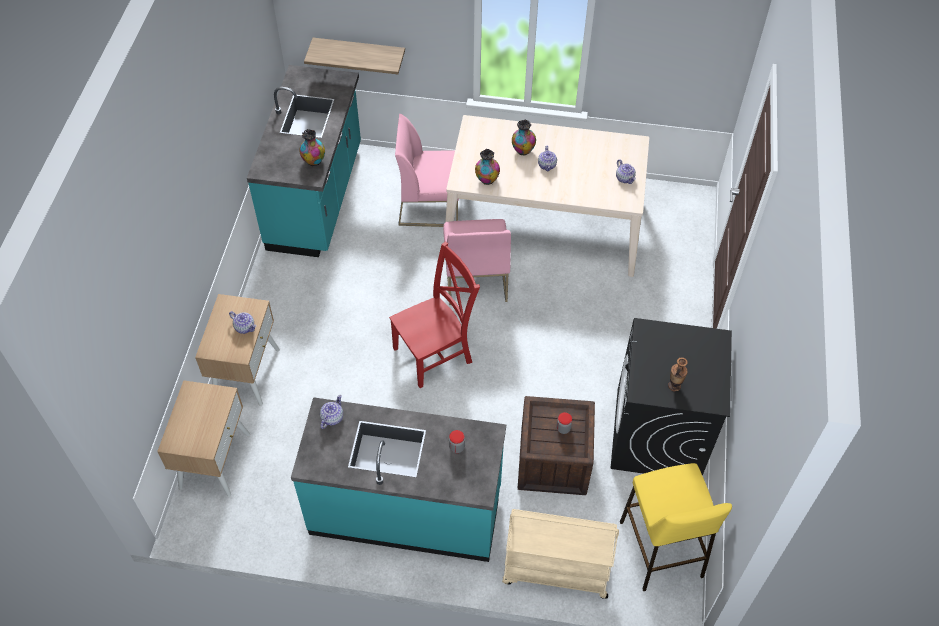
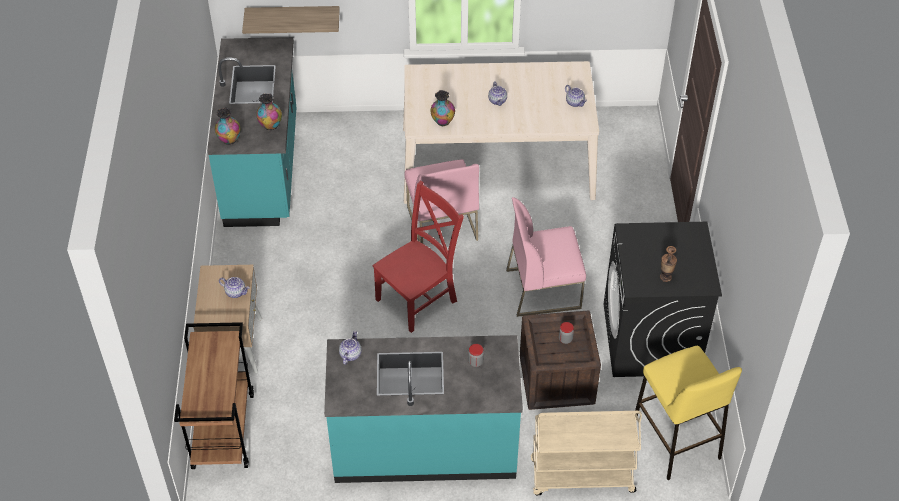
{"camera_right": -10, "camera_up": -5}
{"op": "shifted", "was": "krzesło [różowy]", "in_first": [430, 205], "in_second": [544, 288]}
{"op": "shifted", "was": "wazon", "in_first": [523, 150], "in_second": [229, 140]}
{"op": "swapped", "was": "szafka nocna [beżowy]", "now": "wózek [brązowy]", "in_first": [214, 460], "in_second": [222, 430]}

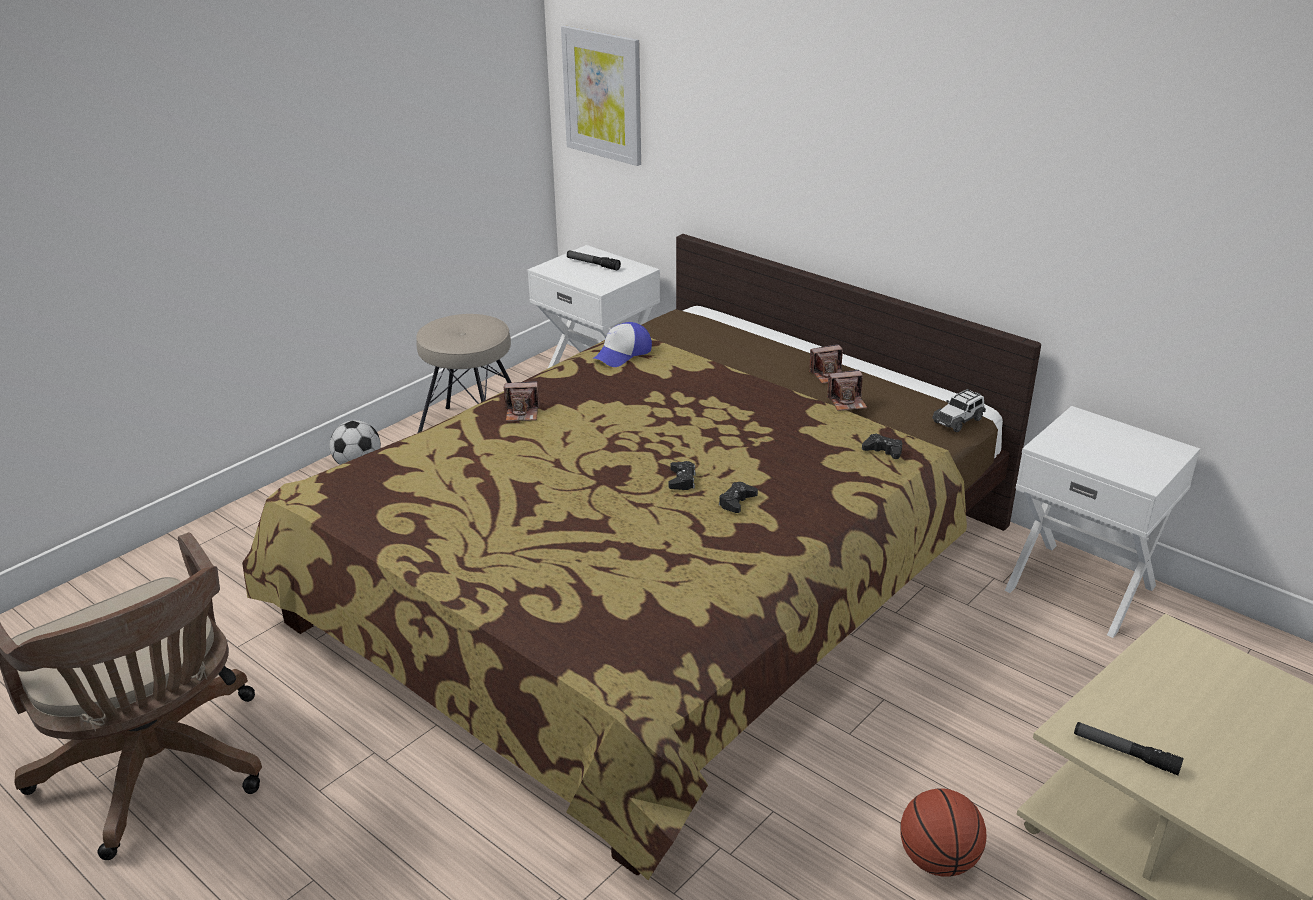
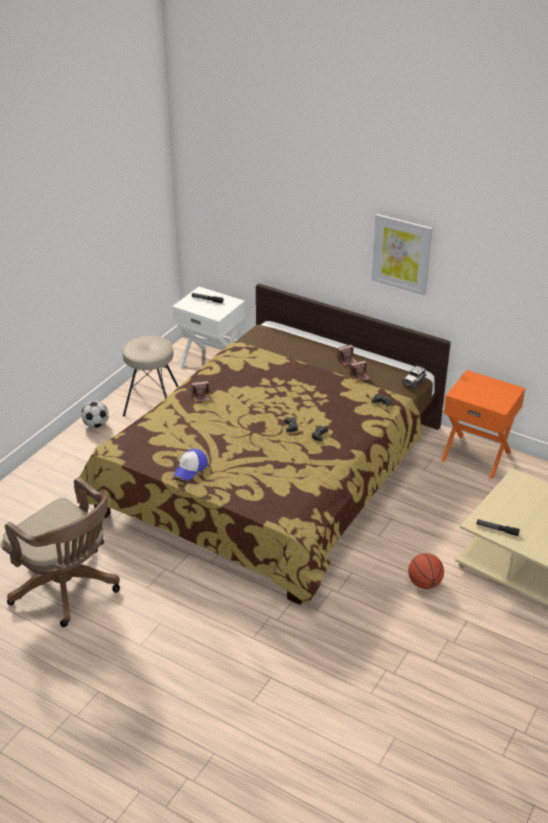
{"camera_right": -10, "camera_up": 5}
{"op": "shifted", "was": "obraz", "in_first": [603, 95], "in_second": [401, 254]}
{"op": "shifted", "was": "czapka z daszkiem", "in_first": [622, 354], "in_second": [191, 468]}
{"op": "repainted", "was": "szafka nocna [biały]", "now": "szafka nocna [pomarańczowy]", "in_first": [1081, 587], "in_second": [476, 455]}

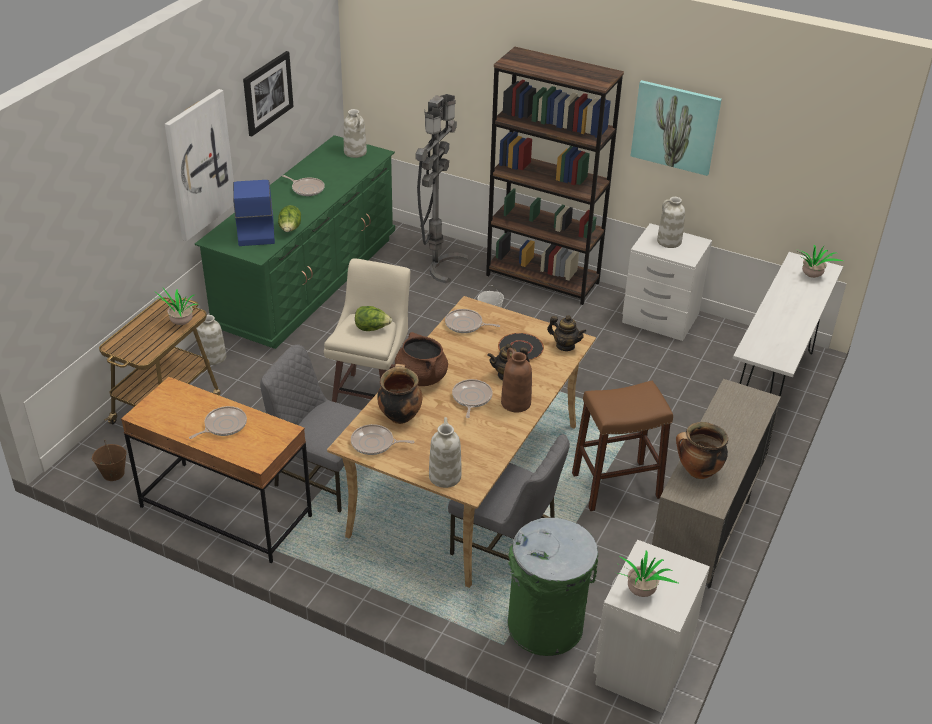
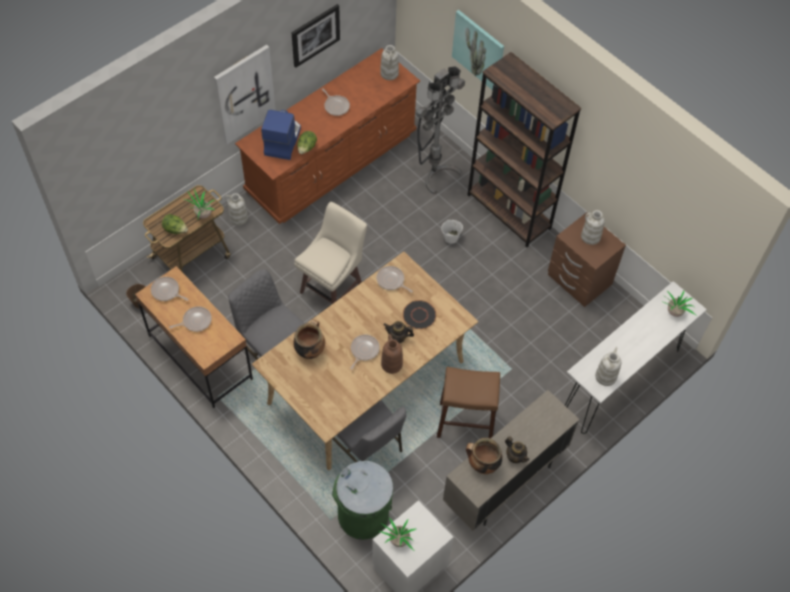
{"camera_right": 20, "camera_up": 20}
{"op": "gone", "was": "garnek [brązowy]", "in_first": [421, 377]}
{"op": "shifted", "was": "patelnia", "in_first": [374, 443], "in_second": [166, 291]}
{"op": "shifted", "was": "sałata", "in_first": [372, 328], "in_second": [175, 230]}
{"op": "shifted", "was": "wazon [biały]", "in_first": [444, 476], "in_second": [605, 376]}
{"op": "shifted", "was": "imbryk", "in_first": [565, 346], "in_second": [515, 456]}
{"op": "shifted", "was": "obraz", "in_first": [675, 127], "in_second": [478, 50]}
{"op": "repainted", "was": "komoda [zielony]", "now": "komoda [brązowy]", "in_first": [308, 282], "in_second": [331, 162]}
{"op": "repainted", "was": "szafka nocna [biały]", "now": "szafka nocna [brązowy]", "in_first": [660, 319], "in_second": [578, 280]}

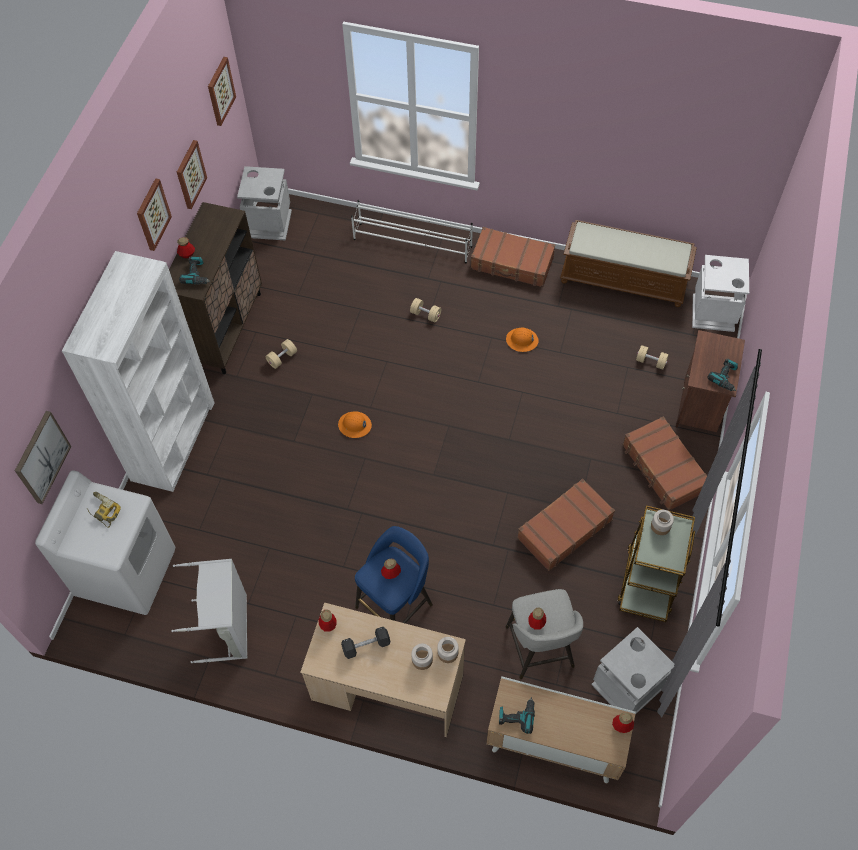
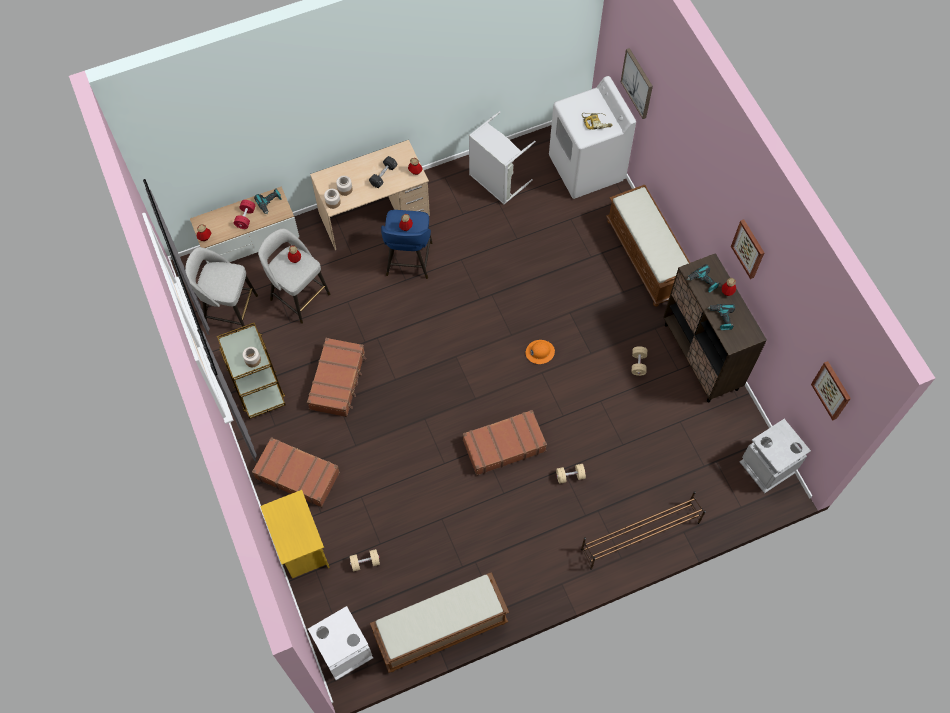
{"camera_right": 140, "camera_up": 5}
{"op": "gone", "was": "obraz", "in_first": [190, 174]}
{"op": "gone", "was": "kask [pomarańczowy]", "in_first": [522, 340]}
{"op": "new", "now": "hantel [czerwony]", "in_second": [245, 218]}
{"op": "shifted", "was": "walizka [brązowy]", "in_first": [512, 264], "in_second": [503, 445]}
{"op": "shifted", "was": "wiertarka", "in_first": [725, 378], "in_second": [721, 318]}
{"op": "swapped", "was": "regał [biały]", "now": "ławka [brązowy]", "in_first": [173, 440], "in_second": [647, 257]}
{"op": "swapped", "was": "kosz na śmieci [szary]", "now": "stołek [szary]", "in_first": [626, 687], "in_second": [229, 309]}
{"op": "repainted", "was": "regał na buty [biały]", "now": "regał na buty [brązowy]", "in_first": [413, 243], "in_second": [639, 535]}
{"op": "repainted", "was": "szafka nocna [brązowy]", "now": "szafka nocna [żółty]", "in_first": [700, 406], "in_second": [301, 548]}

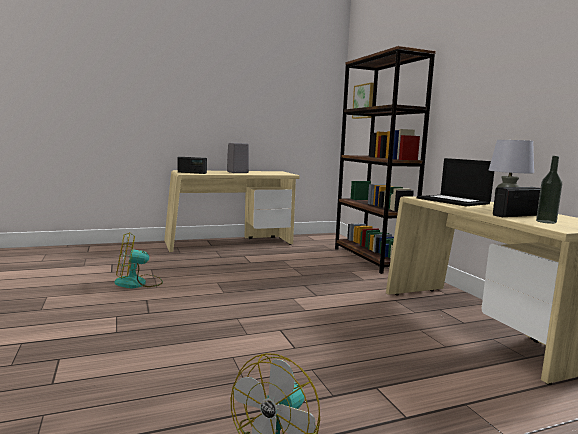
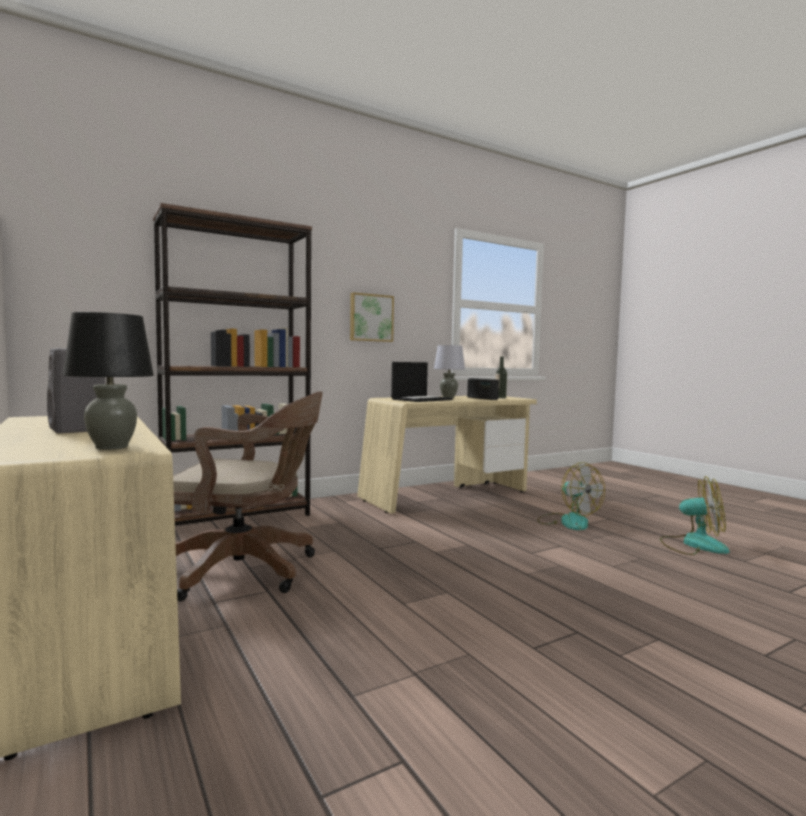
{"camera_right": -100, "camera_up": -5}
{"op": "new", "now": "krzesło biurowe [brązowy]", "in_second": [248, 570]}
{"op": "shifted", "was": "wentylator", "in_first": [138, 283], "in_second": [568, 521]}
{"op": "shifted", "was": "obraz", "in_first": [364, 101], "in_second": [371, 318]}
{"op": "swapped", "was": "radio", "now": "lampa stołowa [czarny]", "in_first": [192, 173], "in_second": [111, 447]}

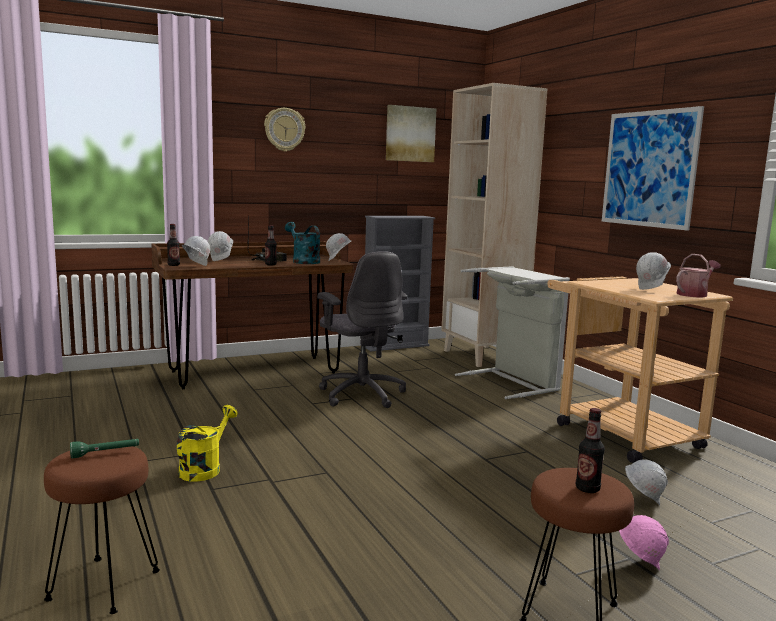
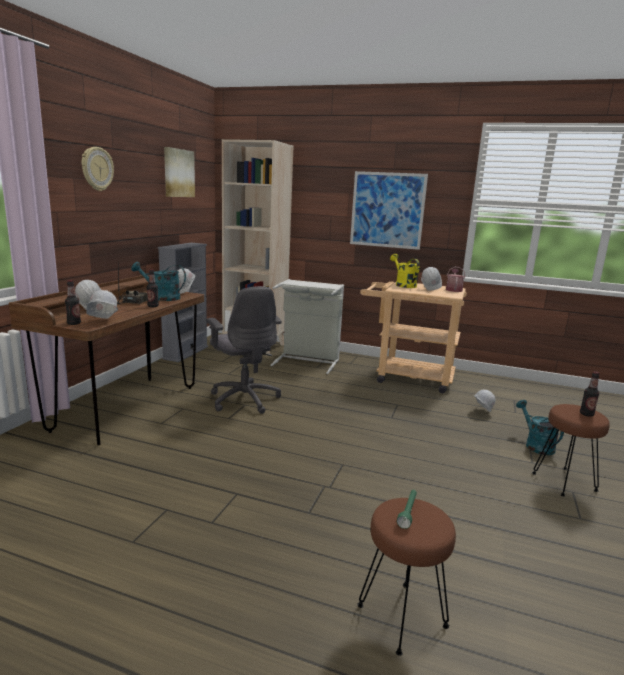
{"camera_right": -45, "camera_up": 5}
{"op": "shifted", "was": "konewka [żółty]", "in_first": [204, 468], "in_second": [403, 285]}
{"op": "swapped", "was": "kask [różowy]", "now": "konewka [turkusowy]", "in_first": [638, 564], "in_second": [535, 445]}
{"op": "rotated", "was": "krzesło biurowe [szary]", "in_first": [361, 394], "in_second": [244, 399], "clockwise": 45}

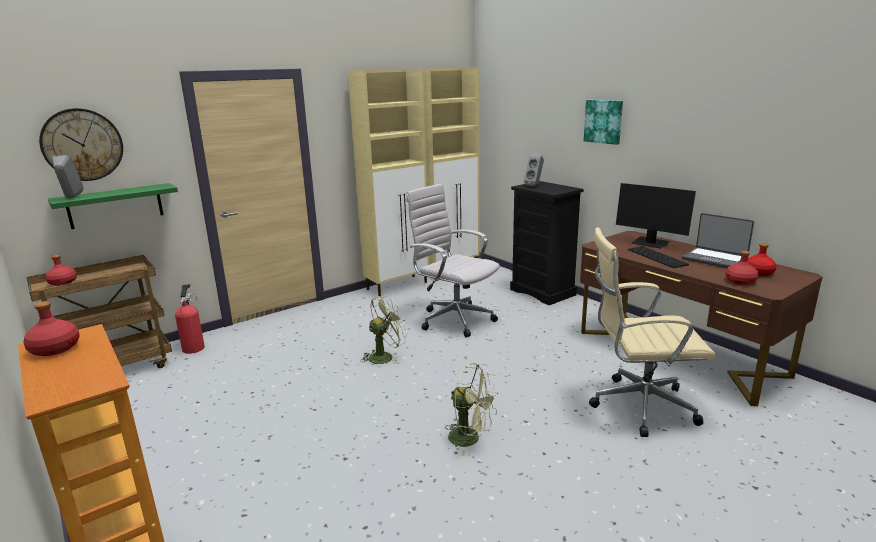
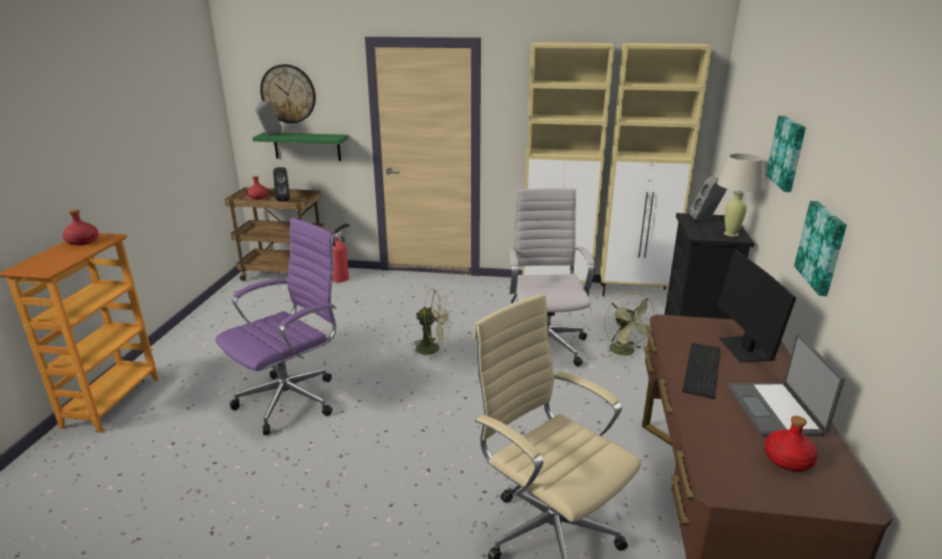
{"camera_right": 45, "camera_up": 5}
{"op": "gone", "was": "butelka [czerwony]", "in_first": [740, 281]}
{"op": "new", "now": "krzesło biurowe [fioletowy]", "in_second": [292, 399]}
{"op": "new", "now": "głośnik [czarny]", "in_second": [284, 200]}
{"op": "new", "now": "lampa stołowa [beżowy]", "in_second": [731, 234]}
{"op": "new", "now": "obraz", "in_second": [822, 247]}
{"op": "shifted", "was": "wentylator [zielony]", "in_first": [471, 439], "in_second": [625, 352]}

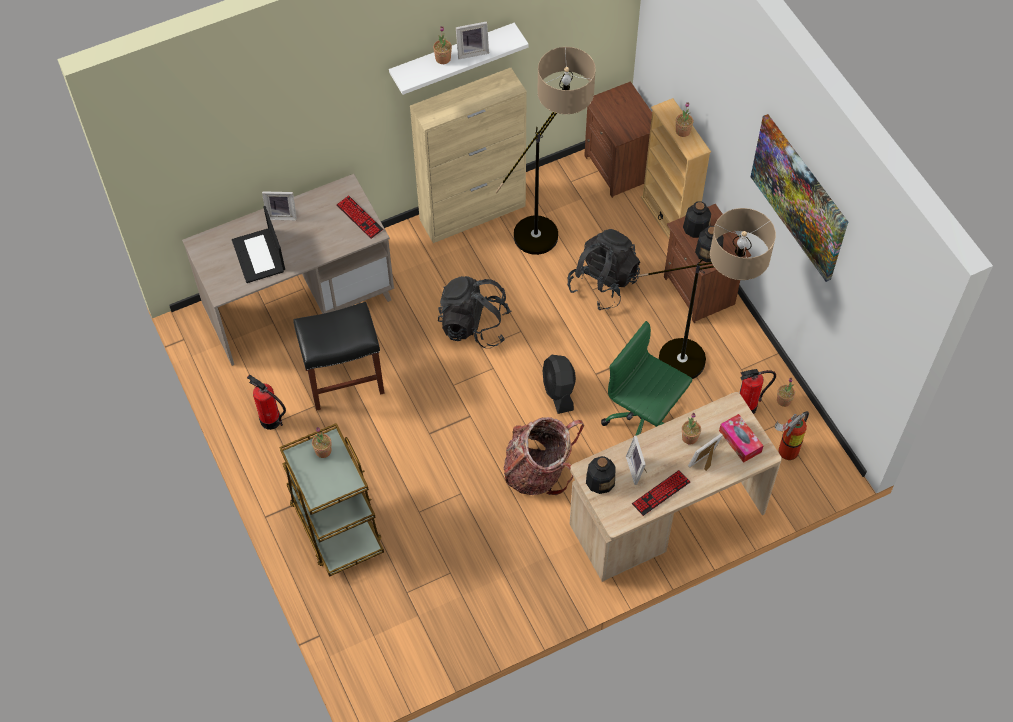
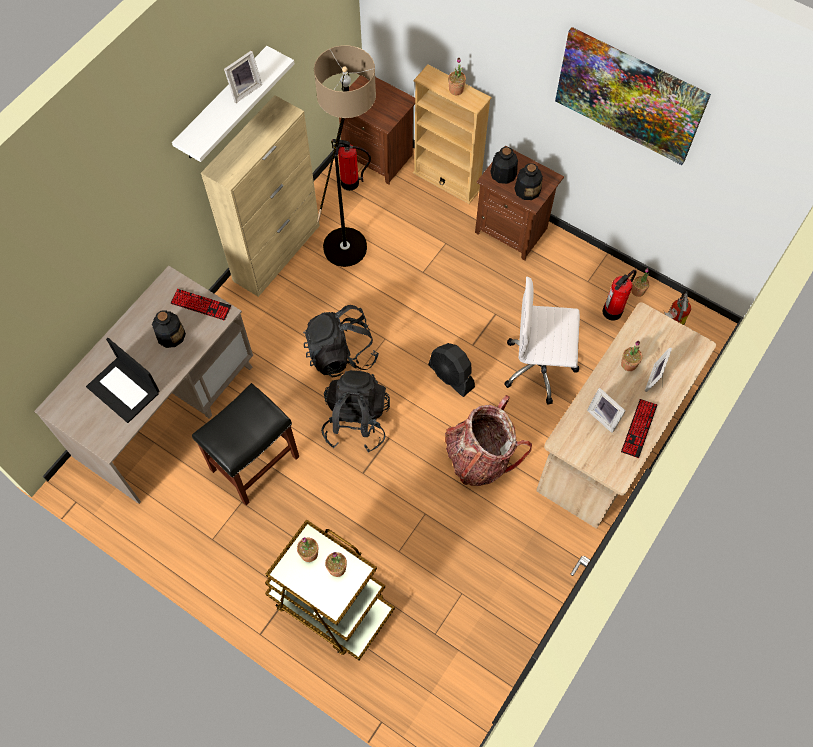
{"camera_right": -30, "camera_up": 5}
{"op": "gone", "was": "ramka na zdjęcie", "in_first": [282, 214]}
{"op": "gone", "was": "lampa stojąca", "in_first": [700, 366]}
{"op": "gone", "was": "pudełko chusteczek", "in_first": [740, 441]}
{"op": "shifted", "was": "gaśnica", "in_first": [270, 420], "in_second": [350, 183]}
{"op": "shifted", "was": "roślina doniczkowa", "in_first": [443, 58], "in_second": [337, 568]}
{"op": "shifted", "was": "plecak [czarny]", "in_first": [603, 283], "in_second": [356, 421]}
{"op": "shifted", "was": "butelka", "in_first": [600, 480], "in_second": [170, 335]}
{"op": "repainted", "was": "krzesło biurowe [zielony]", "now": "krzesło biurowe [biały]", "in_first": [644, 422], "in_second": [540, 367]}

